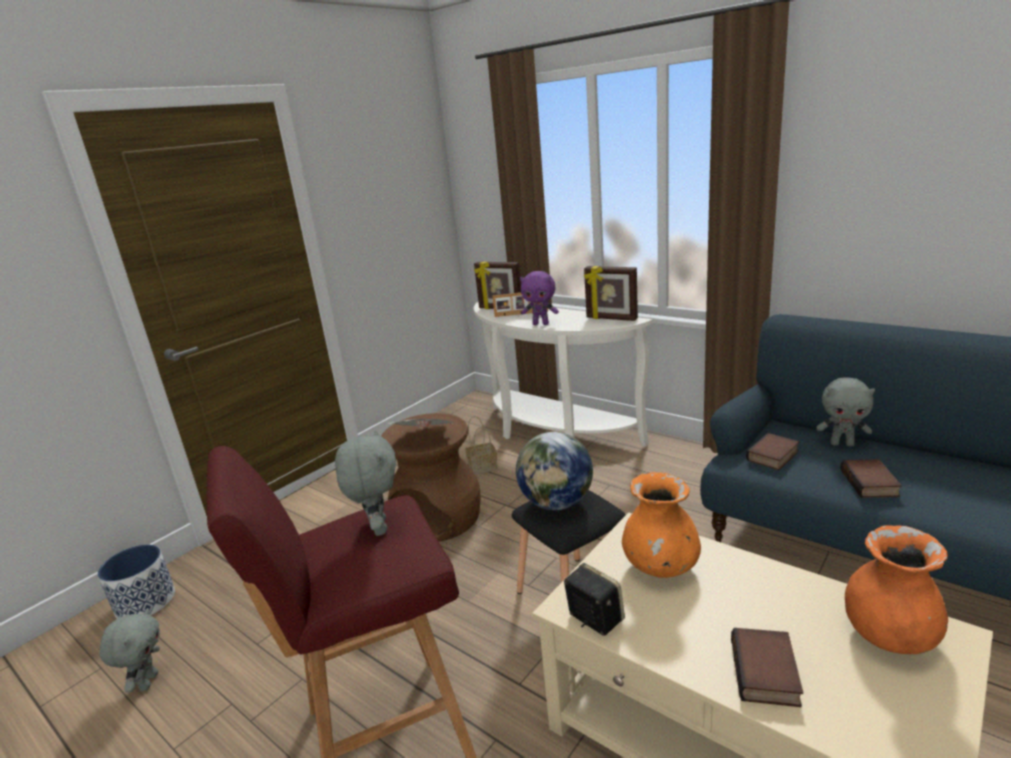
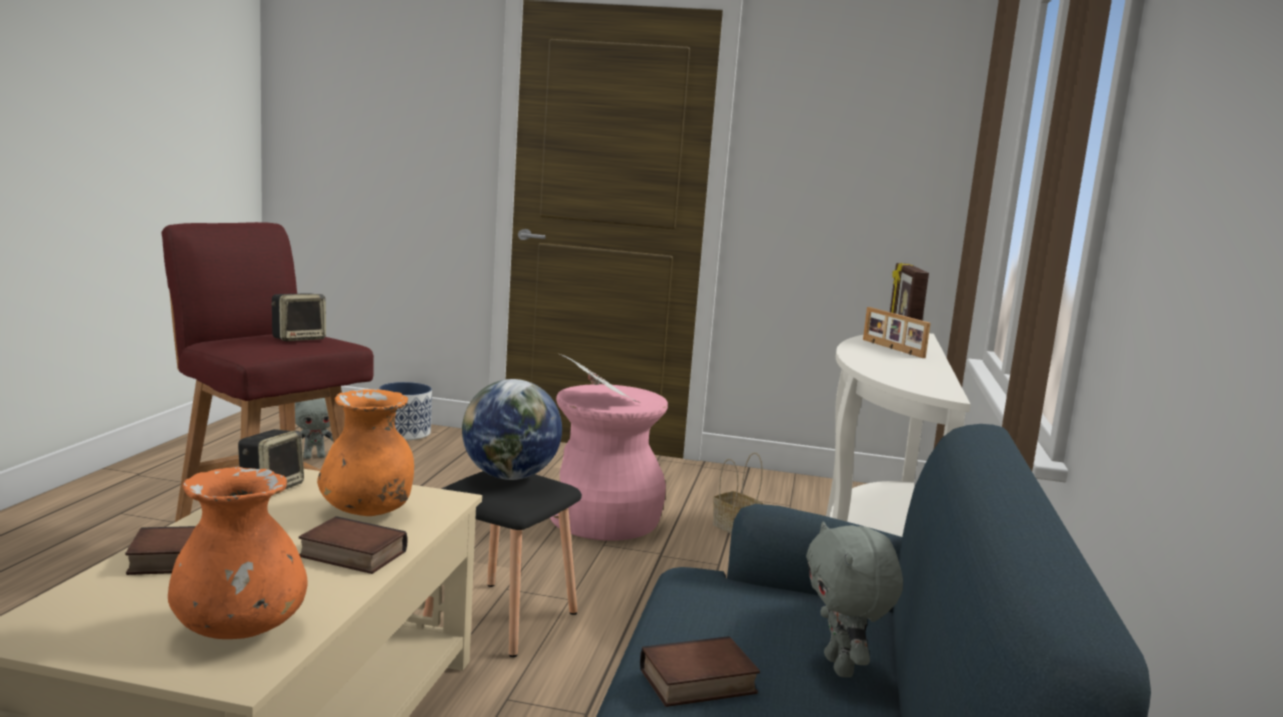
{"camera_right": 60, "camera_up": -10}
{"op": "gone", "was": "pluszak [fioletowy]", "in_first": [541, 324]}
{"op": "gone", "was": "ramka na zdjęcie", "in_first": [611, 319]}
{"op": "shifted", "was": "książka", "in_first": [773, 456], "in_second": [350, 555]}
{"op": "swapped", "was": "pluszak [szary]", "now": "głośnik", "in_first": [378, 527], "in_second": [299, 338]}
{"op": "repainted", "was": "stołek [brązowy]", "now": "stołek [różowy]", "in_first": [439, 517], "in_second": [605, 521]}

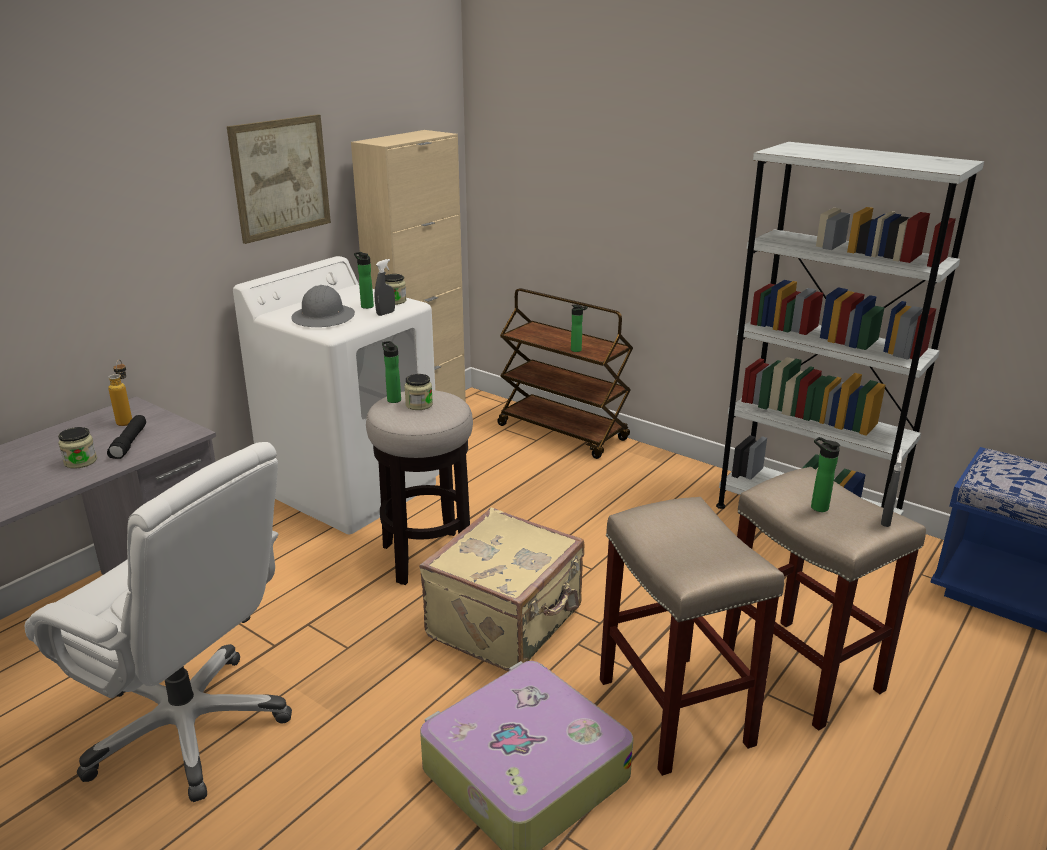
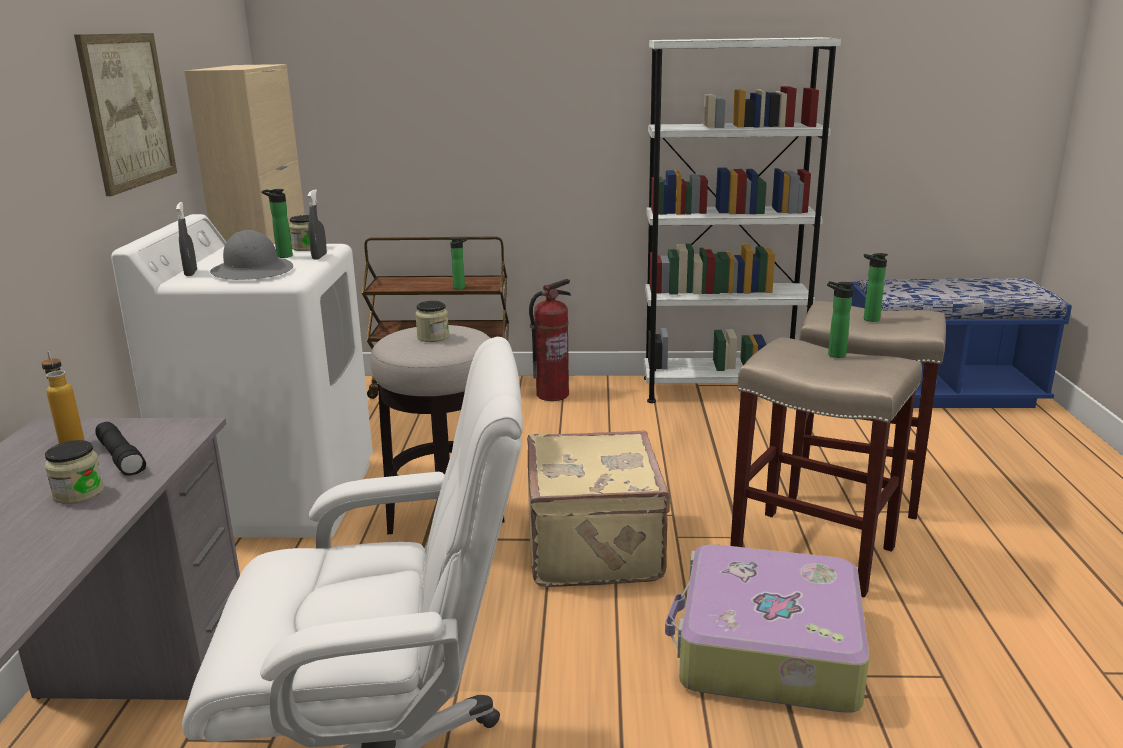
{"camera_right": -35, "camera_up": -5}
{"op": "new", "now": "gaśnica", "in_second": [552, 395]}
{"op": "shifted", "was": "butelka", "in_first": [393, 399], "in_second": [833, 354]}
{"op": "shifted", "was": "spryskiwacz [szary]", "in_first": [886, 520], "in_second": [191, 273]}

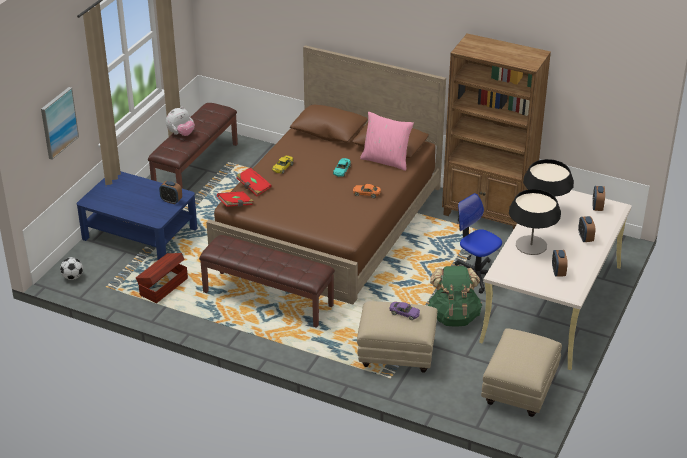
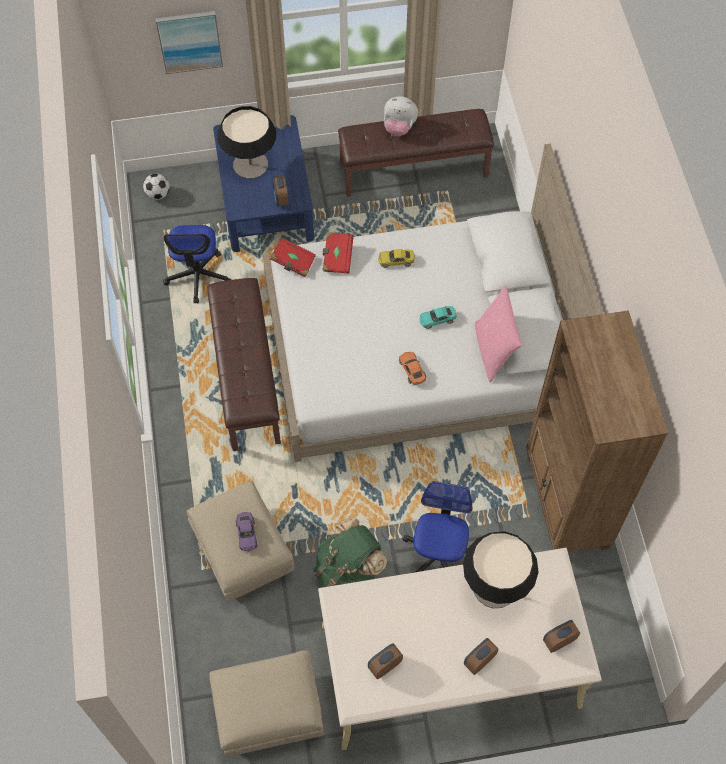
{"camera_right": 55, "camera_up": 25}
{"op": "shifted", "was": "lampa stołowa", "in_first": [531, 245], "in_second": [250, 164]}
{"op": "swapped", "was": "pojemnik do przechowywania [brązowy]", "now": "krzesło biurowe", "in_first": [163, 287], "in_second": [198, 276]}
{"op": "repainted", "was": "łóżko [brązowy]", "now": "łóżko [biały]", "in_first": [330, 223], "in_second": [417, 353]}

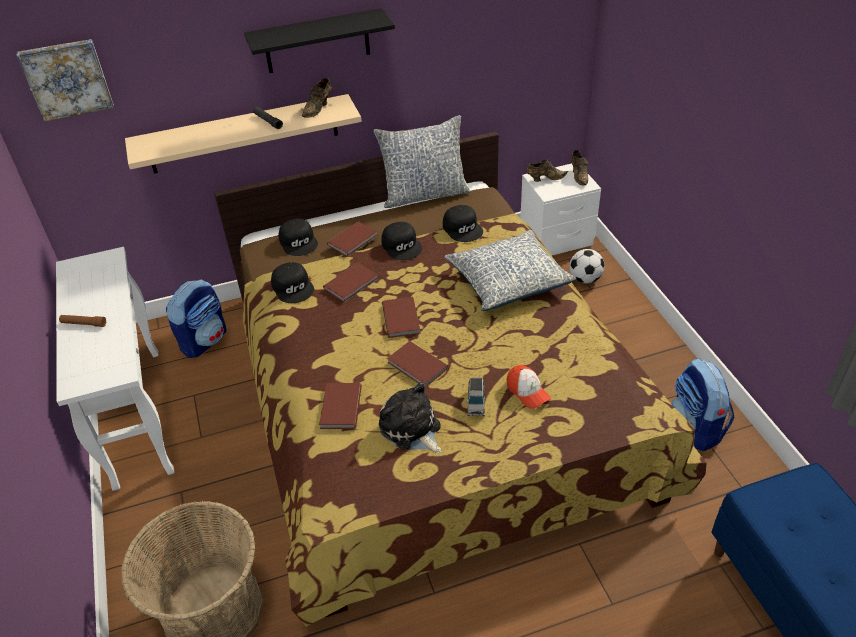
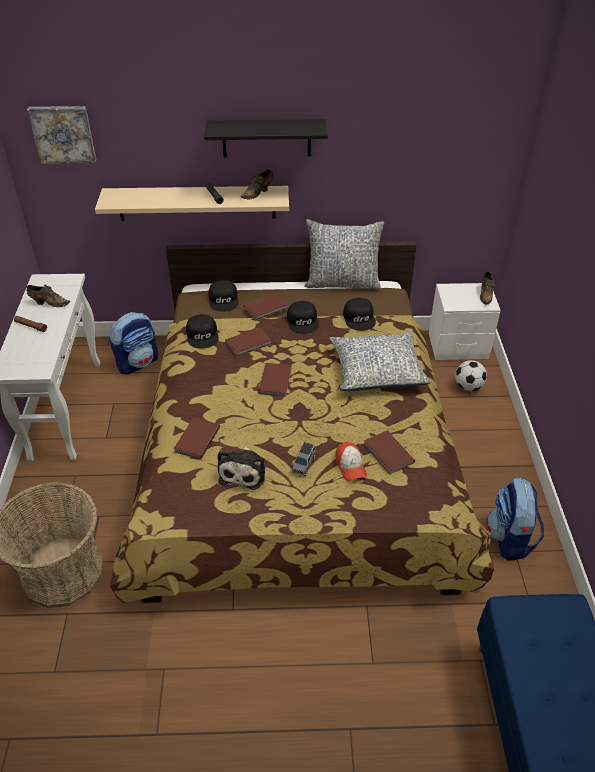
{"camera_right": 15, "camera_up": 0}
{"op": "shifted", "was": "książka [brązowy]", "in_first": [417, 366], "in_second": [388, 454]}
{"op": "shifted", "was": "but [brązowy]", "in_first": [545, 178], "in_second": [48, 303]}
{"op": "rotated", "was": "pluszak", "in_first": [411, 429], "in_second": [243, 471], "clockwise": -150}

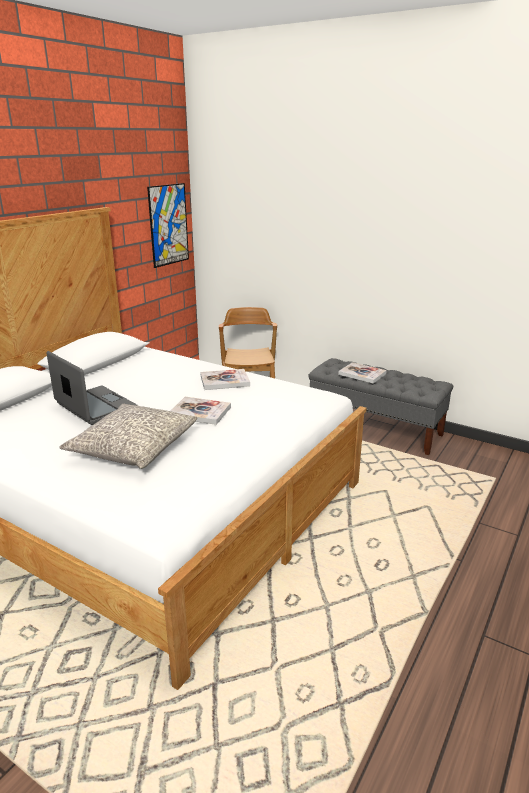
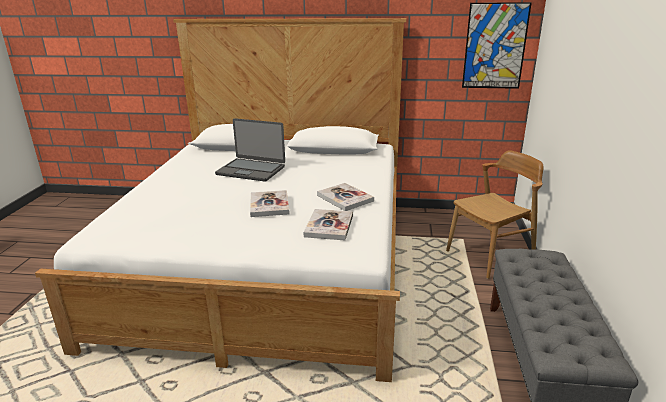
{"camera_right": 65, "camera_up": 0}
{"op": "gone", "was": "poduszka [szary]", "in_first": [134, 447]}
{"op": "shifted", "was": "książka", "in_first": [362, 374], "in_second": [329, 226]}
{"op": "rotated", "was": "laptop", "in_first": [95, 407], "in_second": [251, 170], "clockwise": 90}

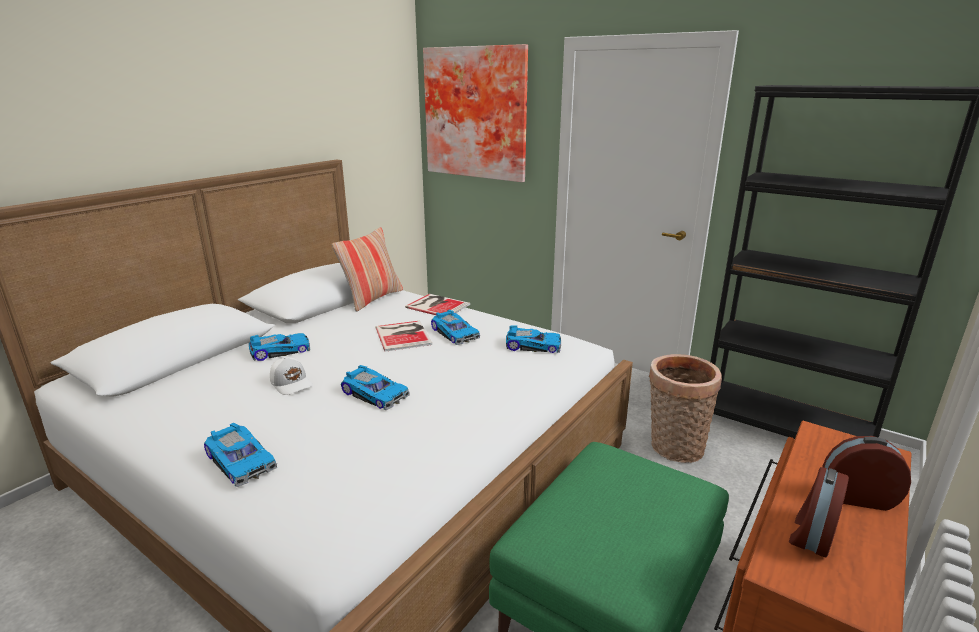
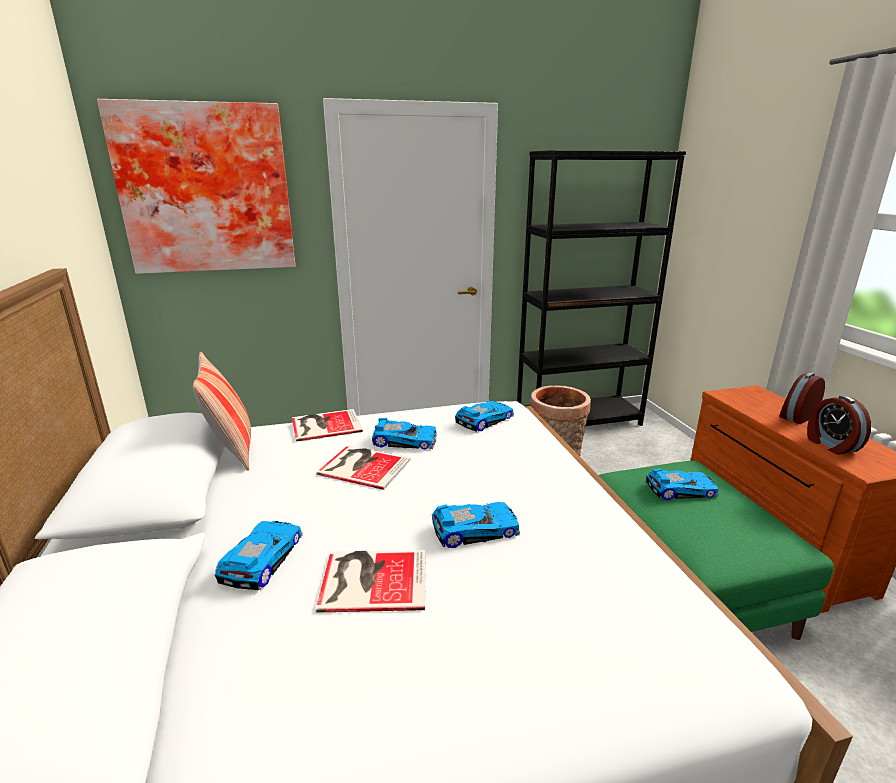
{"camera_right": -50, "camera_up": 0}
{"op": "shifted", "was": "samochodzik", "in_first": [242, 460], "in_second": [680, 489]}
{"op": "swapped", "was": "czapka z daszkiem [biały]", "now": "książka", "in_first": [292, 383], "in_second": [371, 579]}

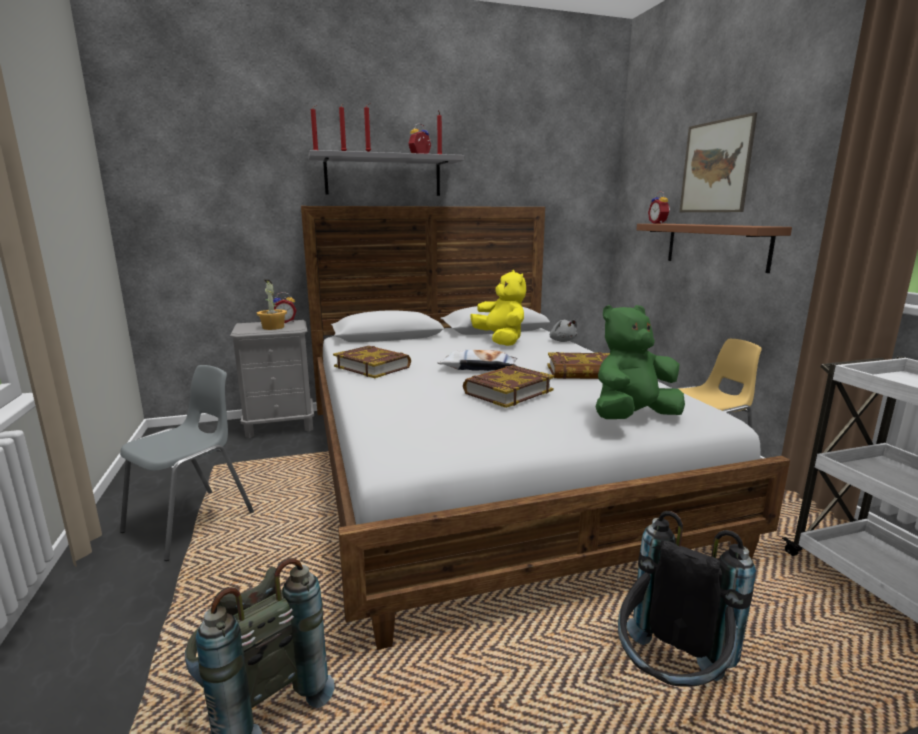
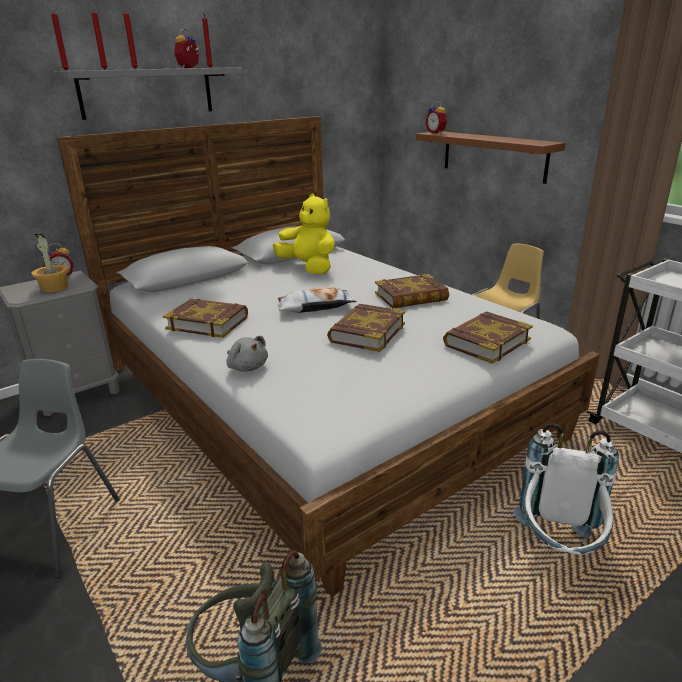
{"camera_right": -20, "camera_up": 10}
{"op": "gone", "was": "obraz", "in_first": [715, 167]}
{"op": "shifted", "was": "pluszak [szary]", "in_first": [562, 341], "in_second": [247, 367]}
{"op": "swapped", "was": "pluszak [zielony]", "now": "książka", "in_first": [632, 418], "in_second": [486, 342]}
{"op": "repainted", "was": "plecak [czarny]", "now": "plecak [biały]", "in_first": [669, 681], "in_second": [558, 548]}

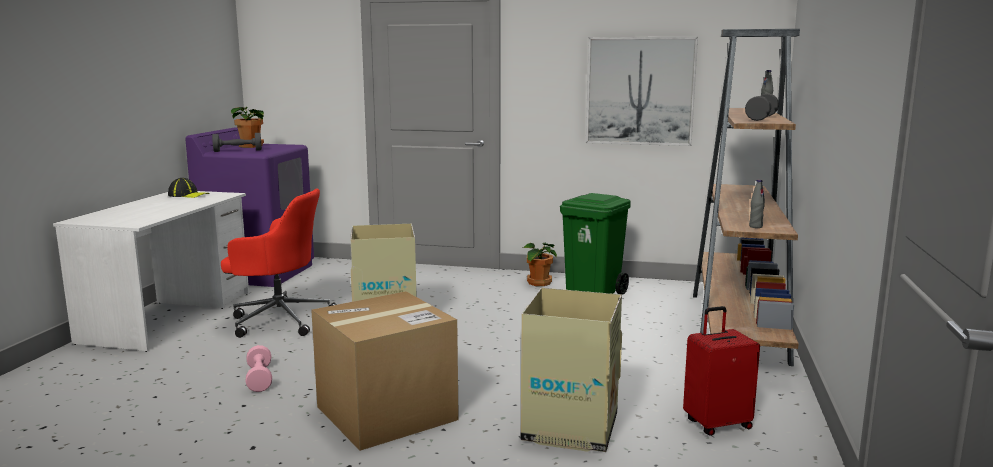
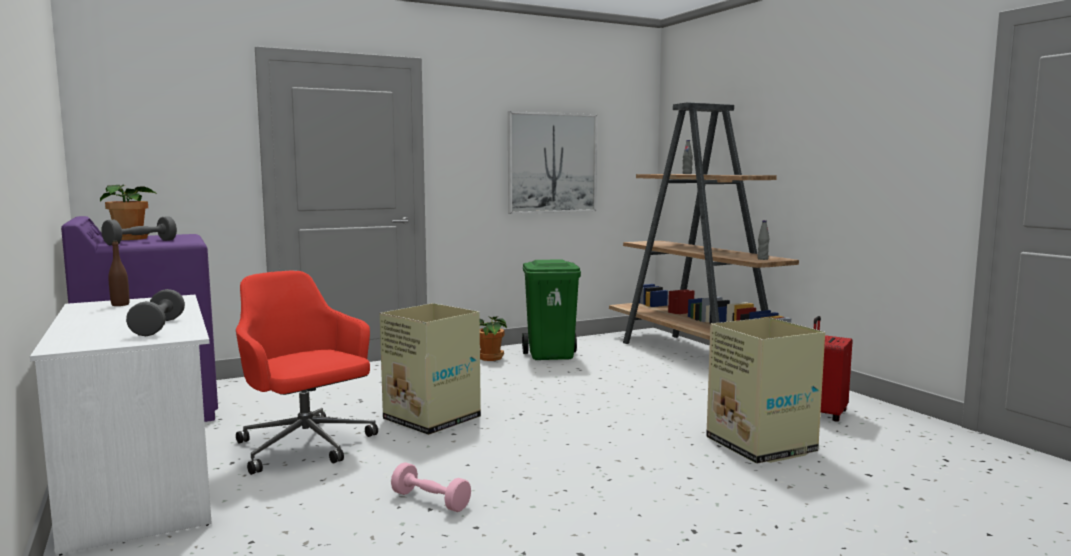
{"camera_right": -40, "camera_up": -5}
{"op": "gone", "was": "karton", "in_first": [386, 413]}
{"op": "shifted", "was": "hantel [szary]", "in_first": [761, 118], "in_second": [158, 327]}
{"op": "swapped", "was": "czapka z daszkiem", "now": "butelka [brązowy]", "in_first": [188, 195], "in_second": [120, 305]}
{"op": "rotated", "was": "krzesło biurowe [czerwony]", "in_first": [279, 319], "in_second": [306, 446], "clockwise": -105}

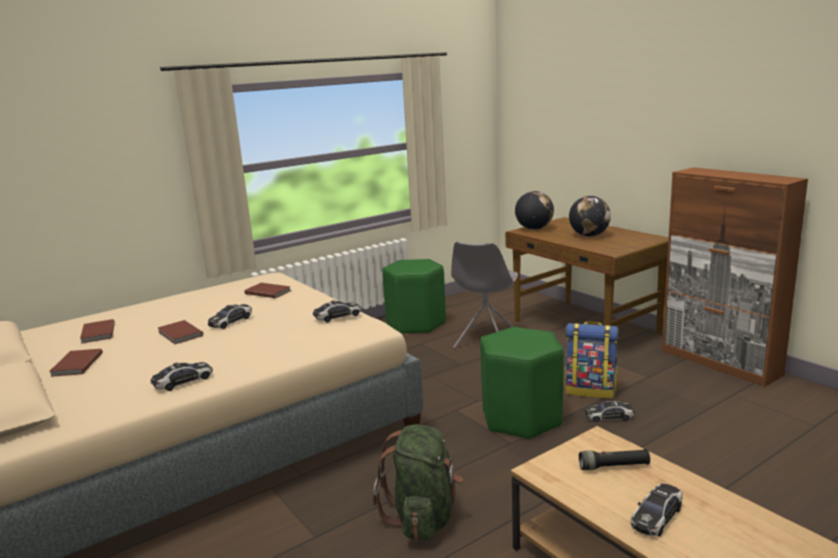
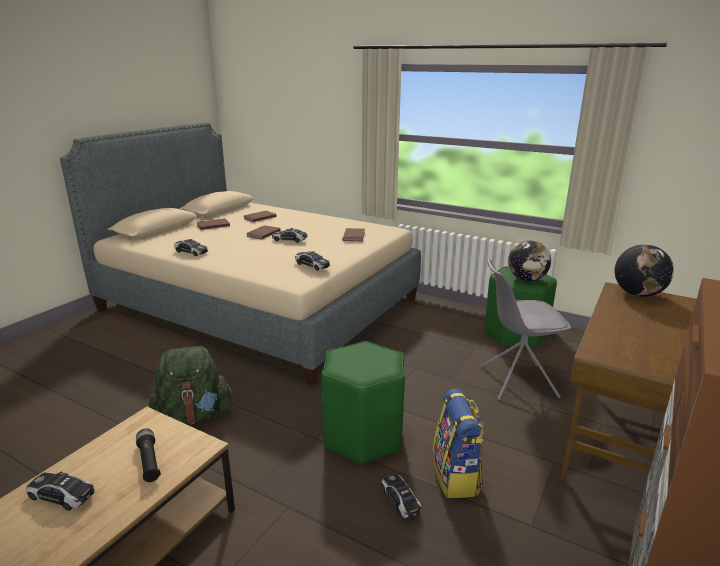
{"camera_right": 65, "camera_up": 5}
{"op": "shifted", "was": "globus", "in_first": [589, 235], "in_second": [526, 279]}

